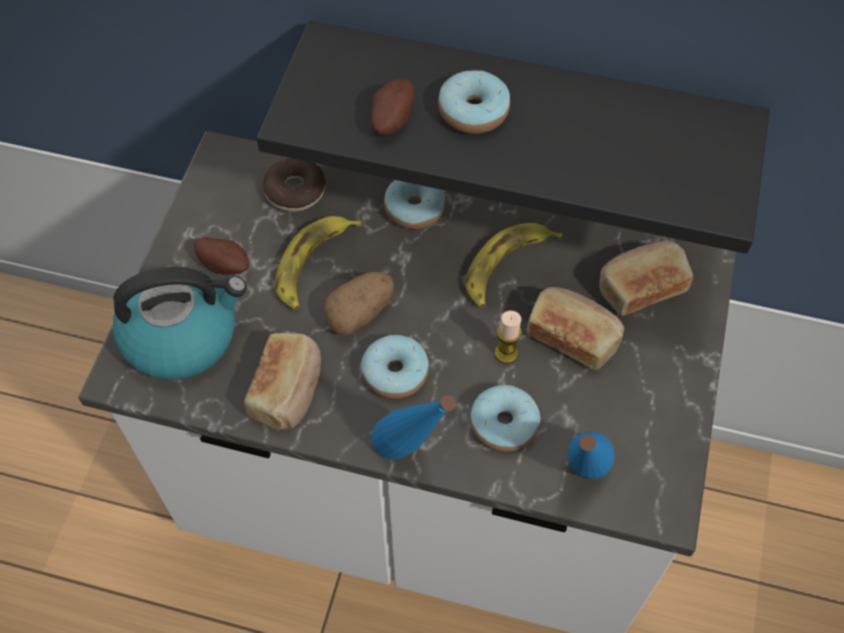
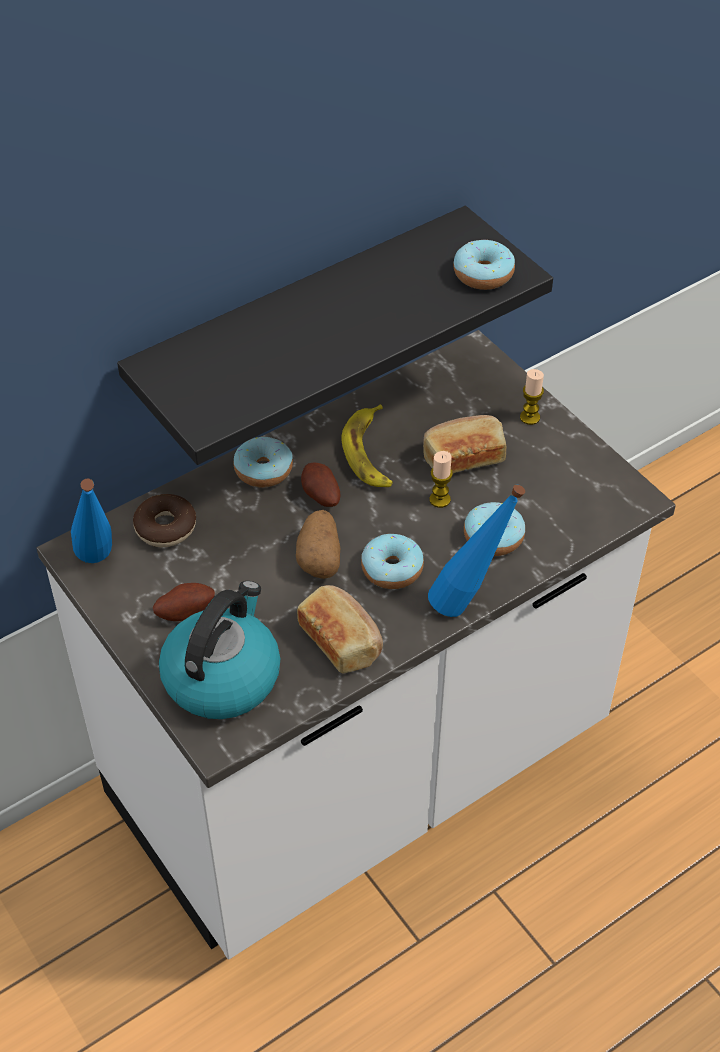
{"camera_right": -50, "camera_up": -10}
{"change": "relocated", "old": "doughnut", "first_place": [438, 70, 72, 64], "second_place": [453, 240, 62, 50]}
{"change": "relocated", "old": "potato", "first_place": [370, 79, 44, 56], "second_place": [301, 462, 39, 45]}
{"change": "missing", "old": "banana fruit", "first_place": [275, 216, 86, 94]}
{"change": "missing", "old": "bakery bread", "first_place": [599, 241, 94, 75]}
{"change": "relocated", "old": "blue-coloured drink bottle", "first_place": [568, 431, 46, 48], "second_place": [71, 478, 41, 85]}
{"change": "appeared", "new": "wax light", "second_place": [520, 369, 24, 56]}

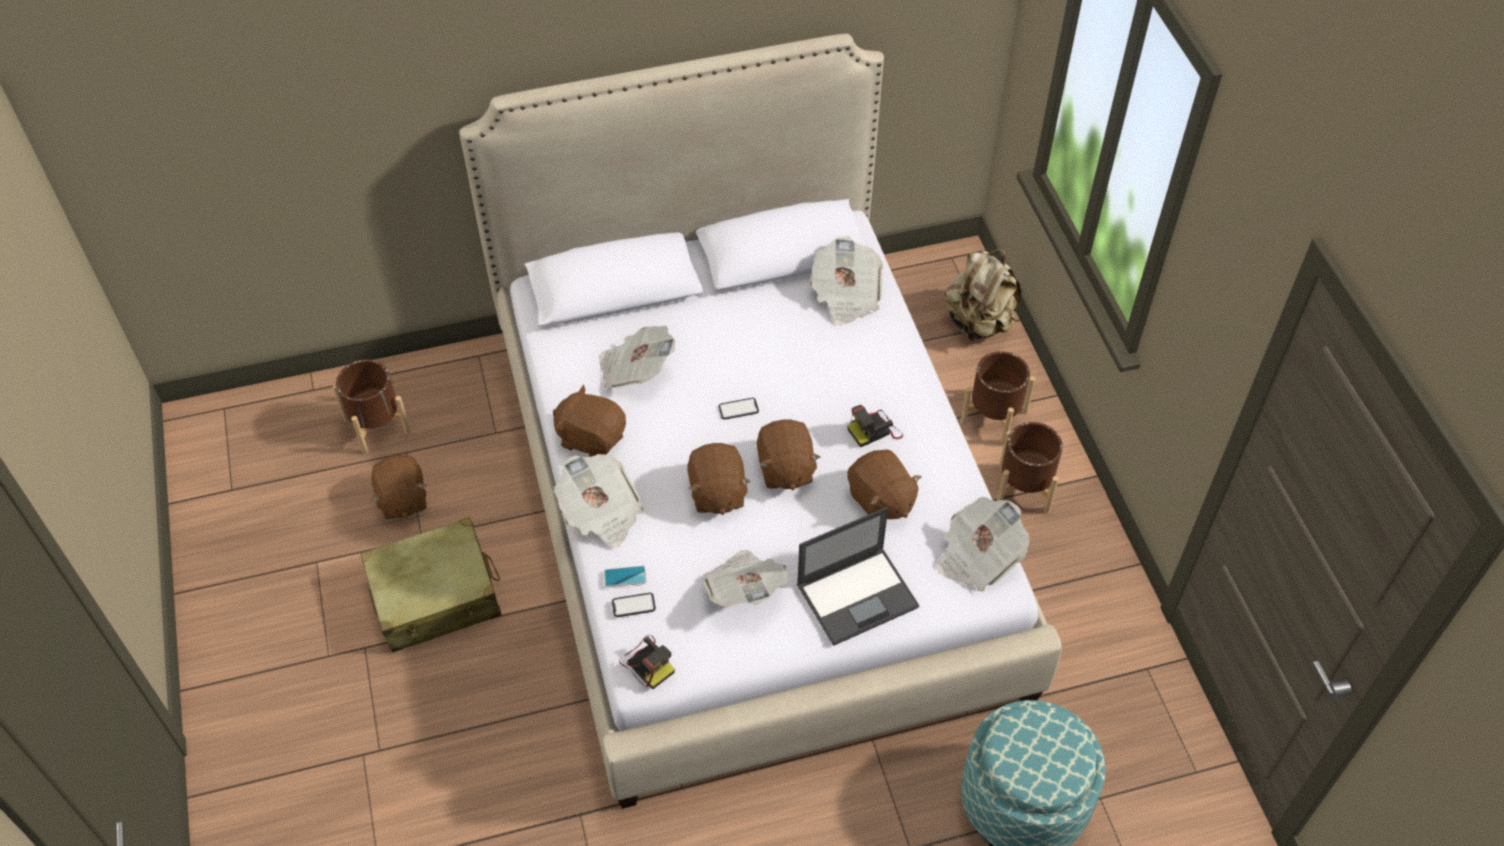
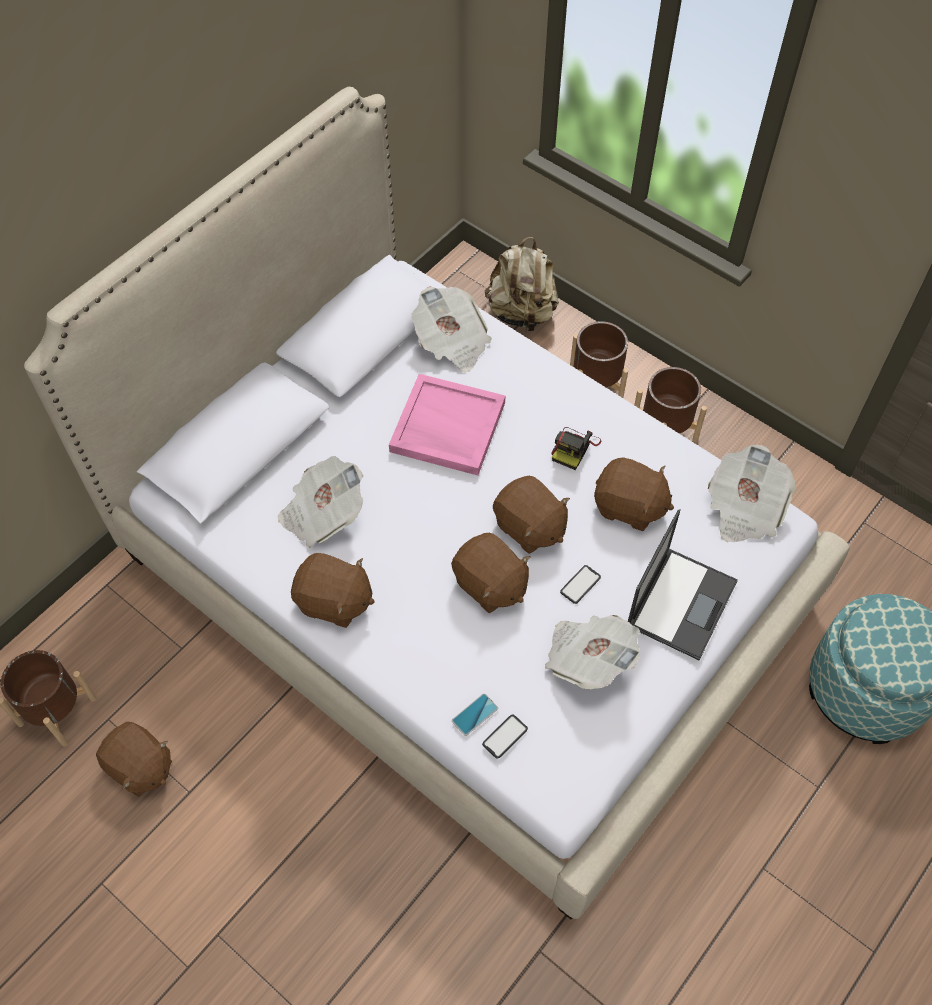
{"camera_right": -35, "camera_up": 5}
{"change": "spun", "old": "brownish soft toy", "first_place": [553, 385, 73, 72], "second_place": [291, 553, 84, 75], "degrees": -150}
{"change": "relocated", "old": "phone", "first_place": [718, 398, 41, 22], "second_place": [560, 565, 41, 39]}
{"change": "missing", "old": "newspaper", "first_place": [554, 454, 90, 94]}
{"change": "missing", "old": "beige-coloured travel case", "first_place": [361, 517, 140, 136]}
{"change": "missing", "old": "still camera", "first_place": [619, 635, 56, 54]}
{"change": "appeared", "new": "pinkish tray", "second_place": [389, 374, 116, 102]}

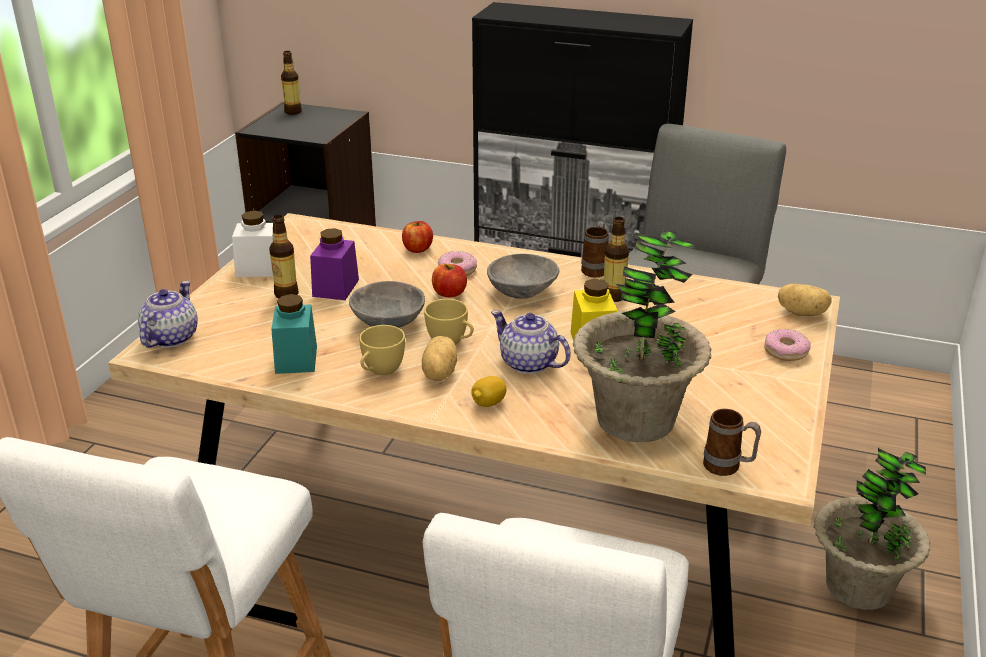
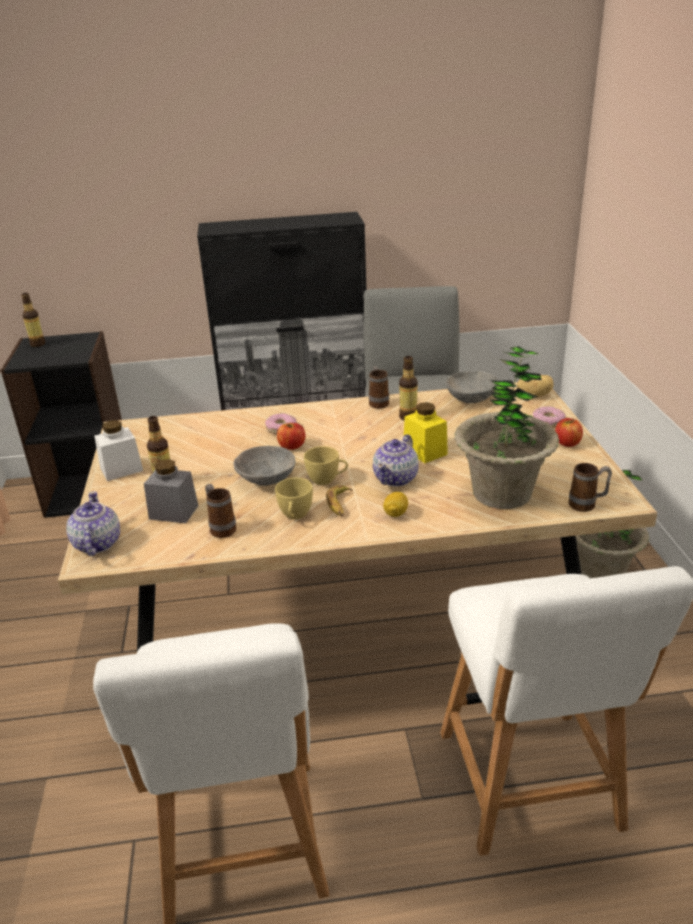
{"camera_right": -25, "camera_up": 0}
{"change": "relocated", "old": "whole apple", "first_place": [402, 221, 31, 32], "second_place": [555, 418, 28, 29]}
{"change": "missing", "old": "purple jar", "first_place": [310, 228, 49, 72]}
{"change": "relocated", "old": "gray serving bowl", "first_place": [487, 254, 72, 45], "second_place": [446, 371, 53, 32]}
{"change": "exchanged", "old": "turquoise jar", "new": "tea mug", "first_place": [271, 294, 46, 80], "second_place": [205, 484, 31, 54]}
{"change": "spun", "old": "teapot", "first_place": [491, 310, 80, 64], "second_place": [373, 434, 46, 53], "degrees": -75}
{"change": "exchanged", "old": "potato", "new": "banana fruit", "first_place": [422, 336, 35, 45], "second_place": [326, 485, 27, 32]}
{"change": "appeared", "new": "gray jar", "second_place": [144, 459, 55, 64]}

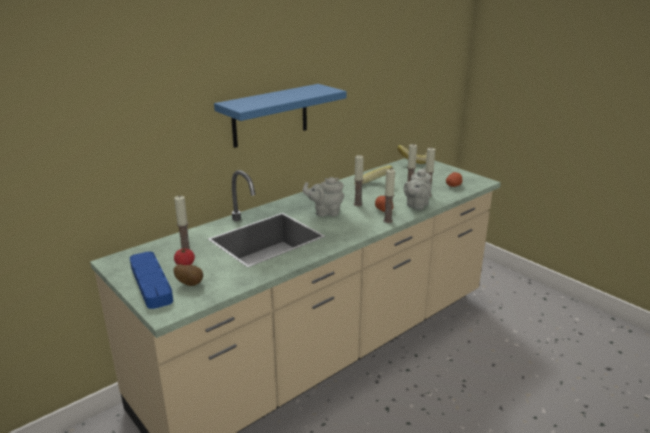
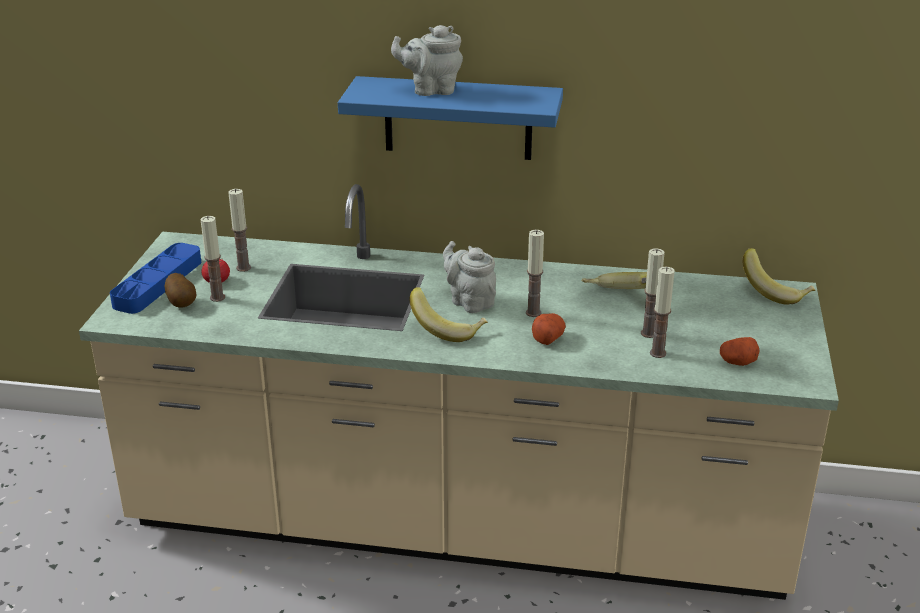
{"camera_right": 50, "camera_up": 5}
{"change": "relocated", "old": "gray teapot", "first_place": [404, 168, 27, 42], "second_place": [391, 25, 72, 71]}
{"change": "relocated", "old": "wax light", "first_place": [383, 169, 12, 54], "second_place": [201, 216, 24, 86]}
{"change": "appeared", "new": "banana fruit", "second_place": [409, 287, 79, 55]}

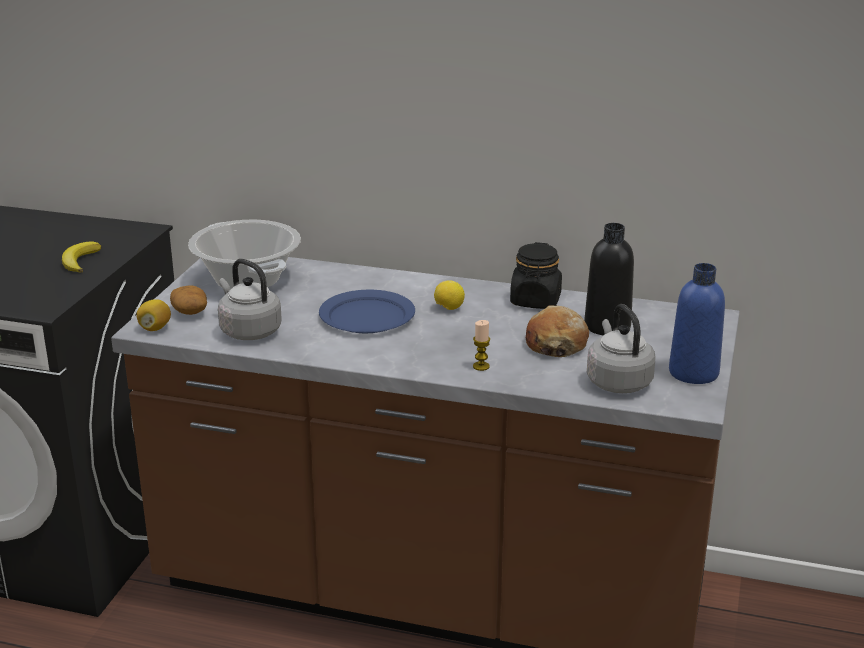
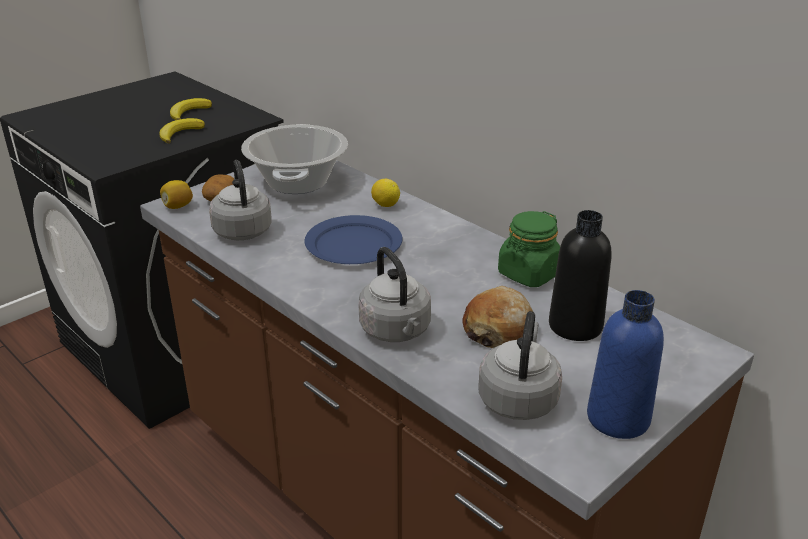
{"camera_right": 30, "camera_up": 5}
{"change": "colour", "old": "black jar", "new": "greenish jar", "first_place": [510, 242, 52, 67], "second_place": [498, 211, 62, 76]}
{"change": "relocated", "old": "whole lemon", "first_place": [434, 280, 31, 30], "second_place": [371, 179, 29, 28]}
{"change": "exchanged", "old": "wax light", "new": "gray kettle", "first_place": [473, 320, 17, 51], "second_place": [358, 247, 73, 95]}
{"change": "appeared", "new": "banana fruit", "second_place": [170, 98, 42, 22]}

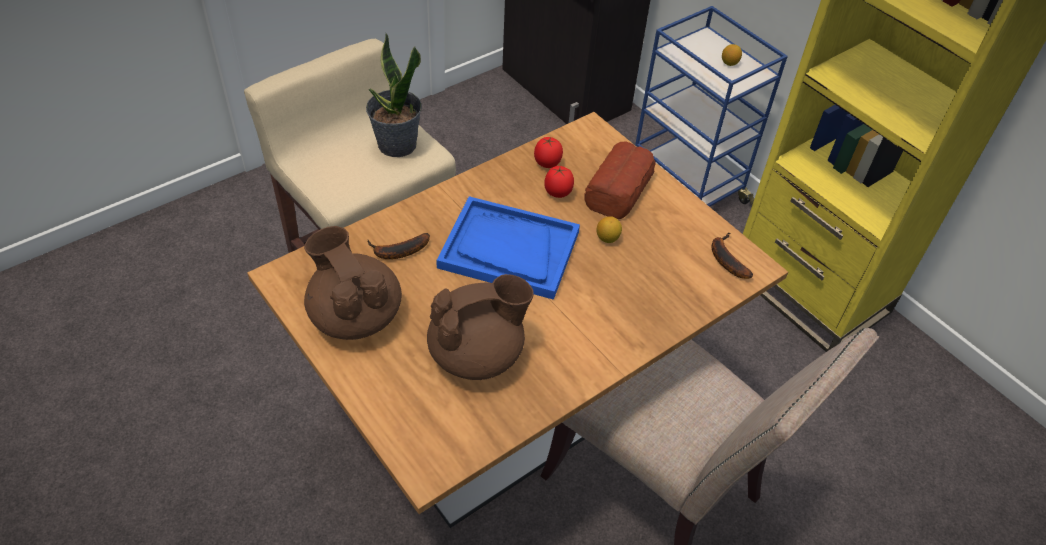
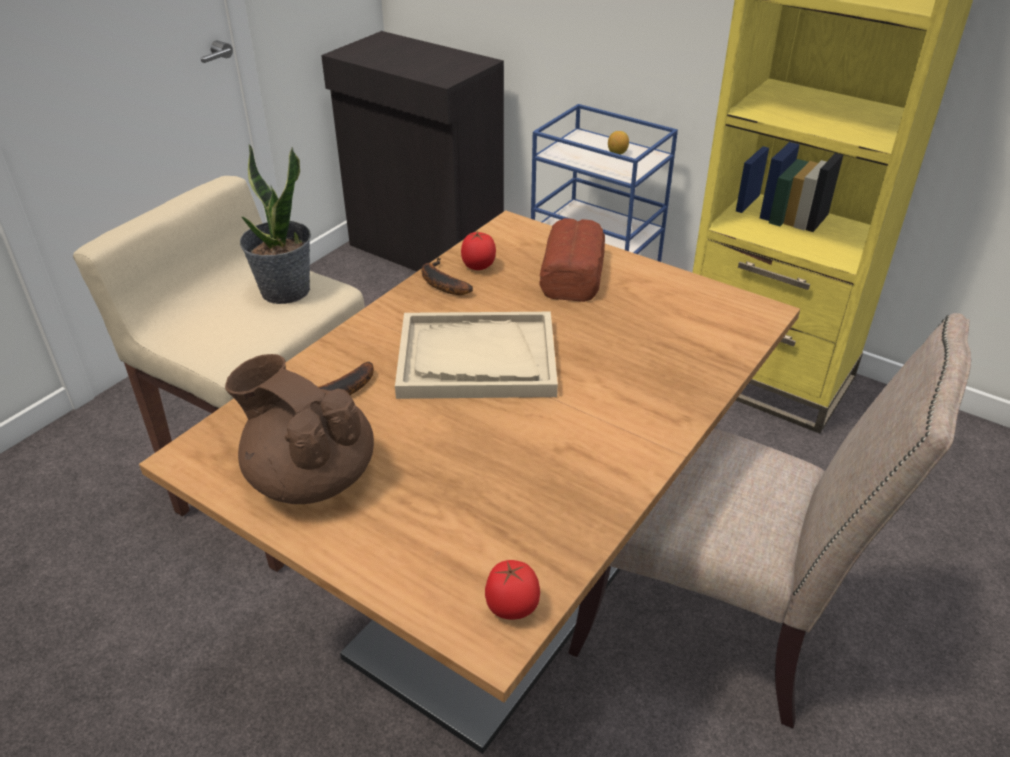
{"camera_right": -15, "camera_up": -10}
{"change": "relocated", "old": "whole tomato", "first_place": [544, 166, 30, 32], "second_place": [485, 560, 55, 60]}
{"change": "colour", "old": "blue-coloured tray", "new": "beige-coloured tray", "first_place": [436, 196, 144, 104], "second_place": [395, 312, 163, 87]}
{"change": "missing", "old": "whole lemon", "first_place": [597, 216, 25, 27]}
{"change": "relocated", "old": "banana fruit", "first_place": [712, 232, 41, 47], "second_place": [422, 258, 51, 37]}
{"change": "missing", "old": "brownish teapot", "first_place": [427, 274, 107, 106]}

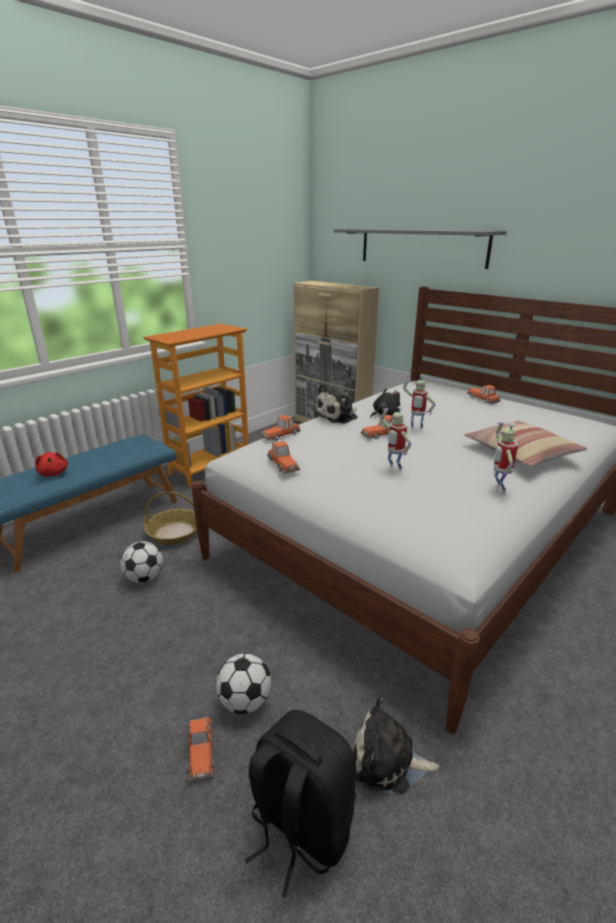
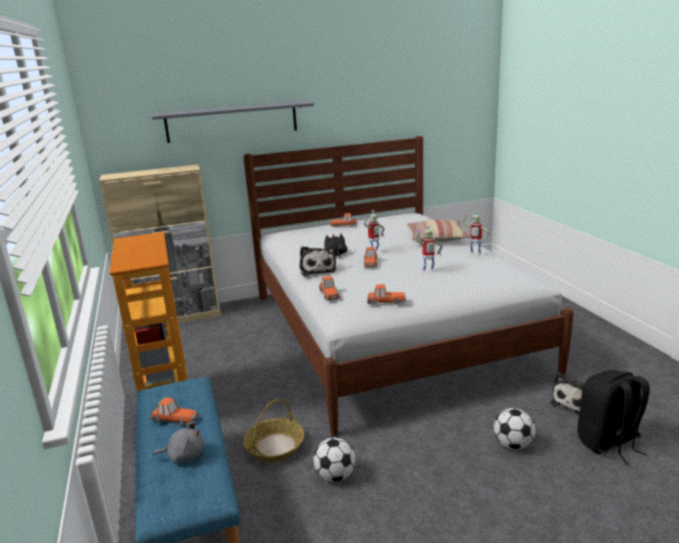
{"camera_right": -60, "camera_up": -5}
{"change": "colour", "old": "red soft toy", "new": "gray soft toy", "first_place": [35, 452, 33, 24], "second_place": [153, 422, 51, 42]}
{"change": "relocated", "old": "toy car", "first_place": [188, 717, 26, 66], "second_place": [151, 398, 49, 28]}

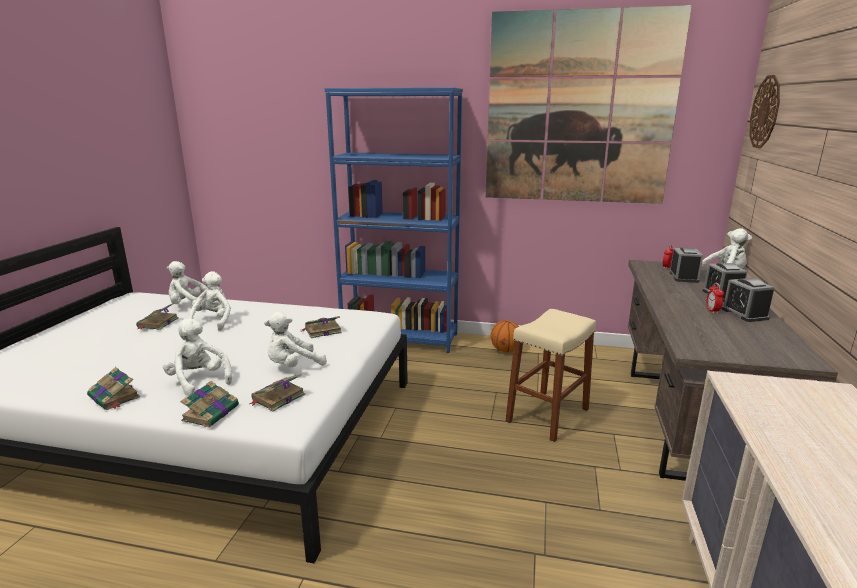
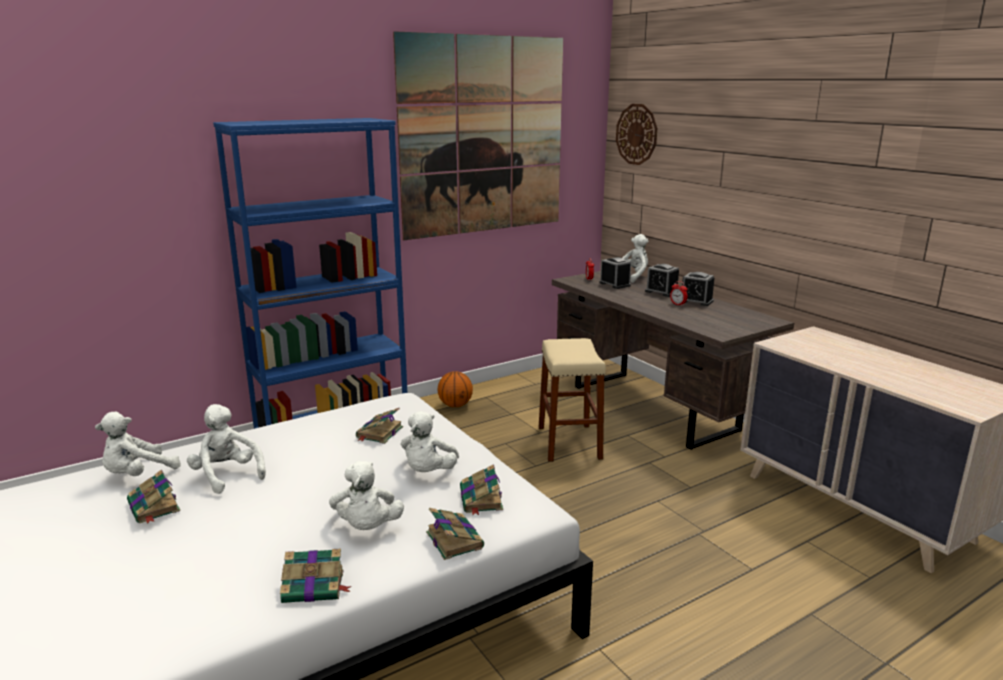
{"camera_right": -45, "camera_up": 0}
{"change": "spun", "old": "white soft toy", "first_place": [163, 319, 69, 77], "second_place": [329, 461, 75, 69], "degrees": -105}

